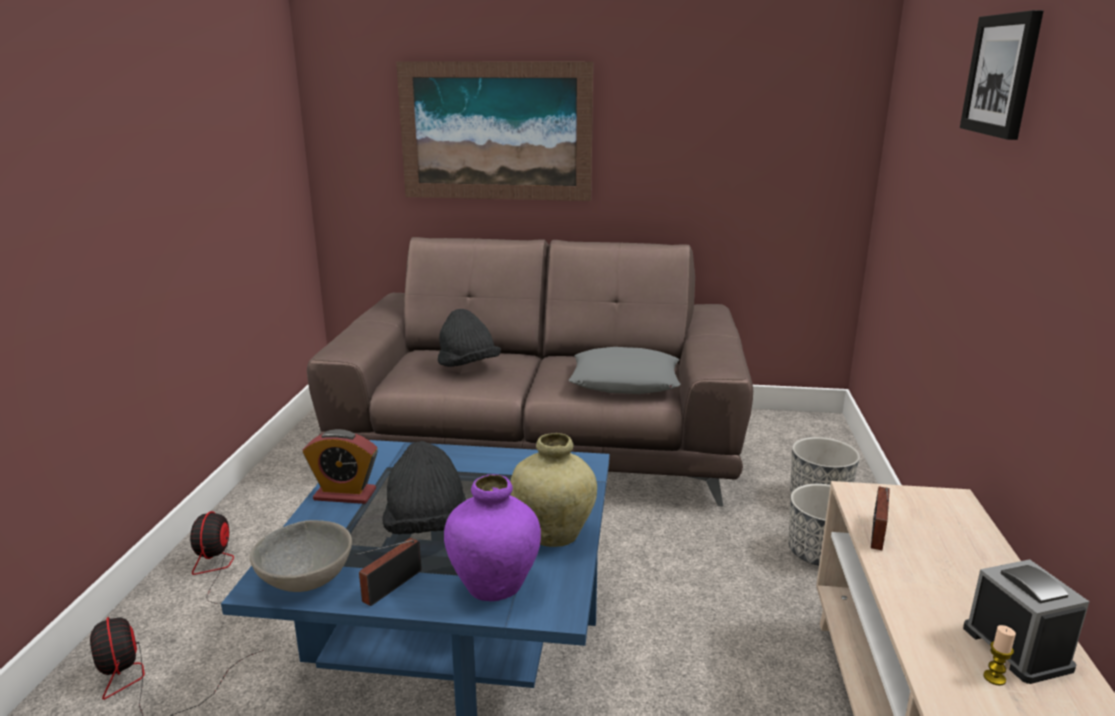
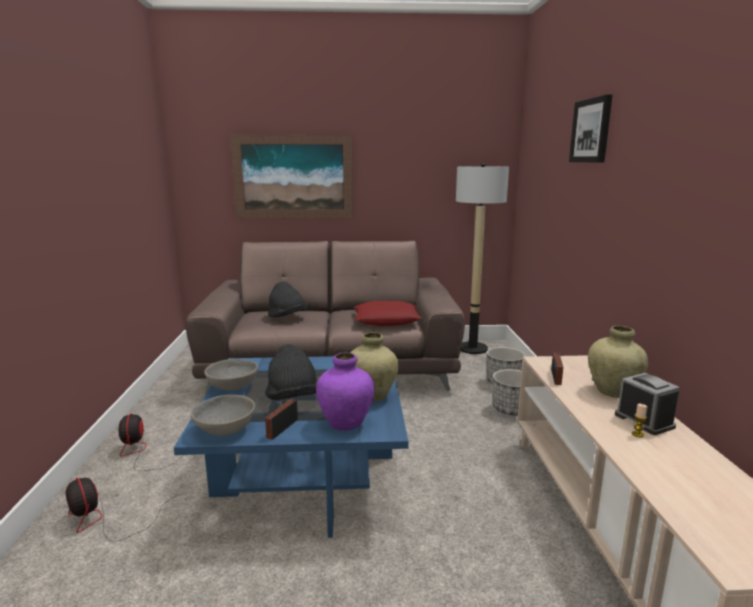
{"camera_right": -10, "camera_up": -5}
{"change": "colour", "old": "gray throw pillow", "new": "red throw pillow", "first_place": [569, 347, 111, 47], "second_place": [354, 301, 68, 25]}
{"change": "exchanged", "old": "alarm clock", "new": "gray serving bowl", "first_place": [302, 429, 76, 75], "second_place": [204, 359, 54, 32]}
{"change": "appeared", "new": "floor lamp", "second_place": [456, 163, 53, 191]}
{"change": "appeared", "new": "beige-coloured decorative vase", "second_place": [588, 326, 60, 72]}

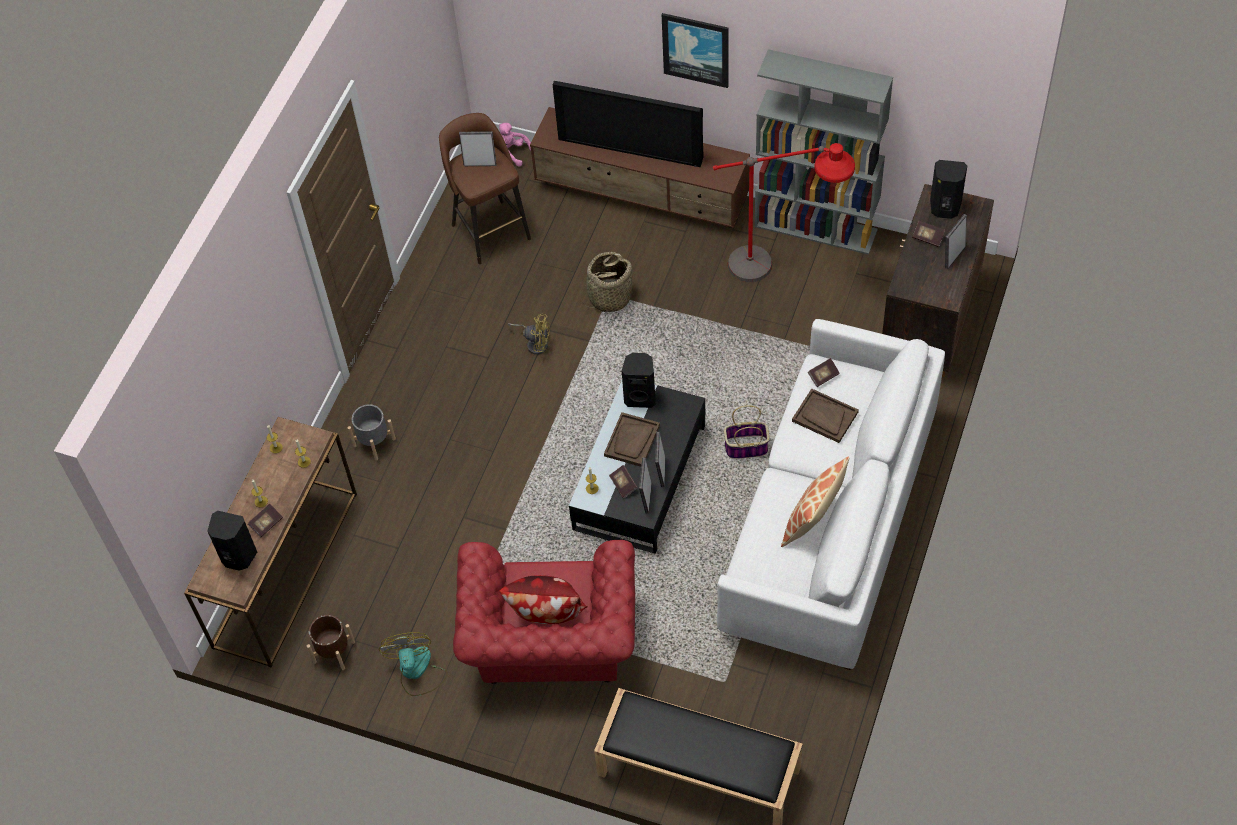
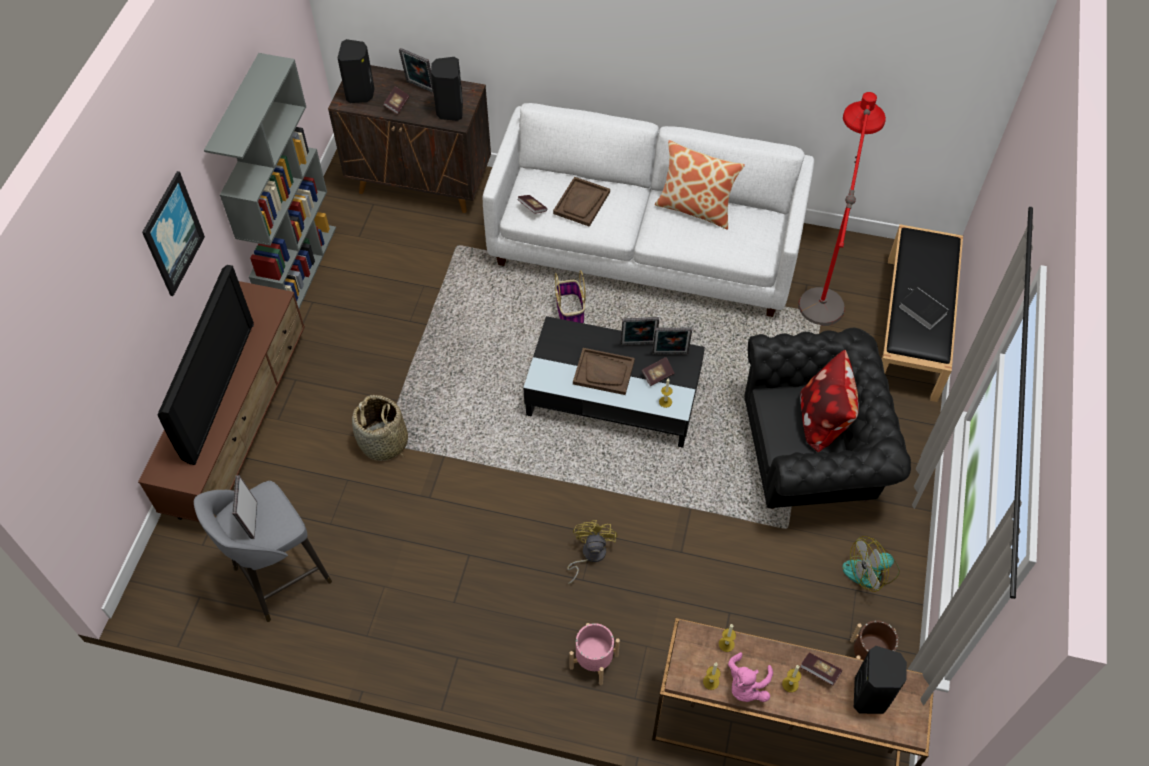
{"camera_right": -100, "camera_up": 0}
{"change": "colour", "old": "brownish stool seat", "new": "gray stool seat", "first_place": [439, 113, 92, 151], "second_place": [194, 481, 138, 141]}
{"change": "relocated", "old": "pinkish soft toy", "first_place": [499, 123, 32, 43], "second_place": [728, 652, 45, 50]}
{"change": "relocated", "old": "red floor lamp", "first_place": [713, 143, 142, 139], "second_place": [798, 92, 88, 234]}
{"change": "relocated", "old": "yellow-coloured cooling fan", "first_place": [508, 313, 42, 42], "second_place": [567, 520, 50, 64]}
{"change": "relocated", "old": "black speaker", "first_place": [622, 353, 34, 55], "second_place": [431, 57, 32, 64]}
{"change": "colour", "old": "gray flower pot", "new": "pinkish flower pot", "first_place": [348, 404, 48, 56], "second_place": [569, 623, 51, 62]}
{"change": "colour", "old": "red lounge chair", "new": "black lounge chair", "first_place": [453, 540, 182, 144], "second_place": [744, 327, 167, 182]}
{"change": "appeared", "new": "bound book", "second_place": [899, 287, 50, 42]}

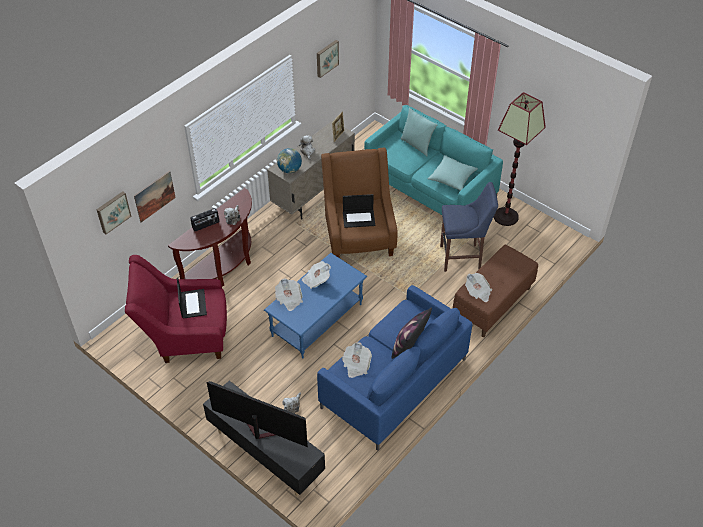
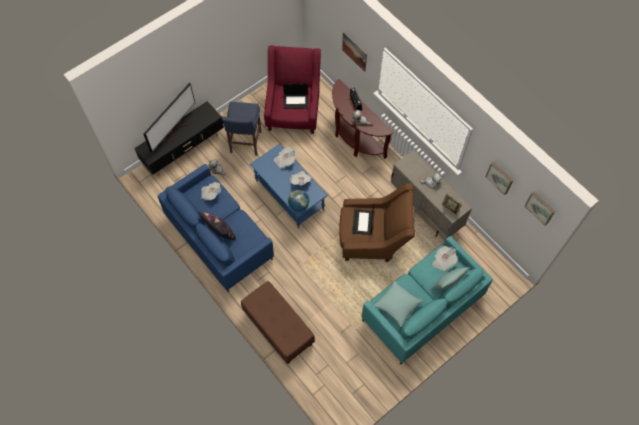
{"camera_right": 100, "camera_up": 15}
{"change": "missing", "old": "floor lamp", "first_place": [494, 92, 52, 134]}
{"change": "relocated", "old": "globe", "first_place": [277, 148, 25, 25], "second_place": [288, 190, 21, 21]}
{"change": "relocated", "old": "blue-coloured stool seat", "first_place": [440, 182, 58, 90], "second_place": [222, 102, 39, 54]}
{"change": "relocated", "old": "wall picture", "first_place": [96, 191, 36, 43], "second_place": [525, 192, 30, 34]}
{"change": "relocated", "old": "newspaper", "first_place": [465, 273, 27, 29], "second_place": [432, 246, 26, 26]}

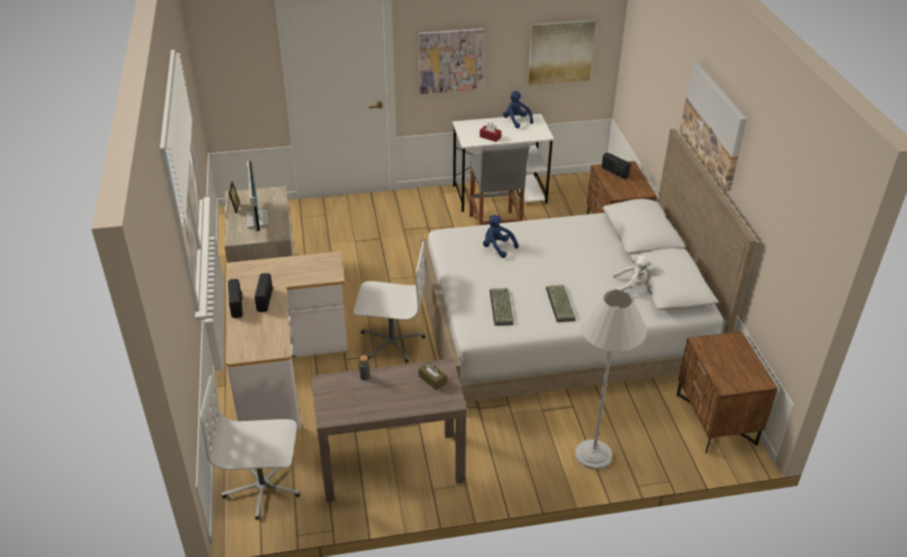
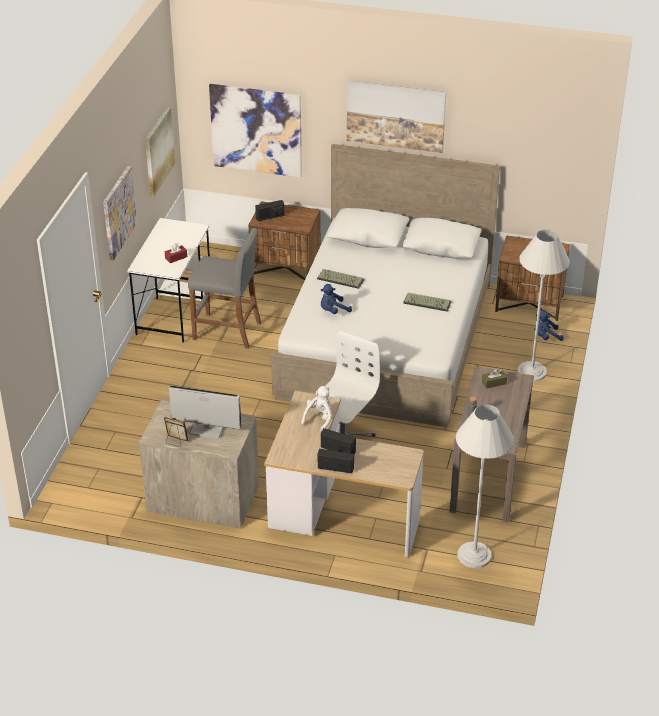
{"camera_right": -65, "camera_up": 0}
{"change": "relocated", "old": "blue-coloured soft toy", "first_place": [503, 91, 31, 37], "second_place": [534, 311, 30, 30]}
{"change": "relocated", "old": "white soft toy", "first_place": [613, 256, 38, 35], "second_place": [301, 386, 31, 46]}
{"change": "relocated", "old": "keyboard", "first_place": [490, 288, 24, 38], "second_place": [317, 269, 47, 20]}
{"change": "exchanged", "old": "white office chair", "new": "white floor lamp", "first_place": [200, 375, 100, 145], "second_place": [456, 405, 58, 163]}
{"change": "appeared", "new": "wall picture", "second_place": [209, 84, 93, 94]}

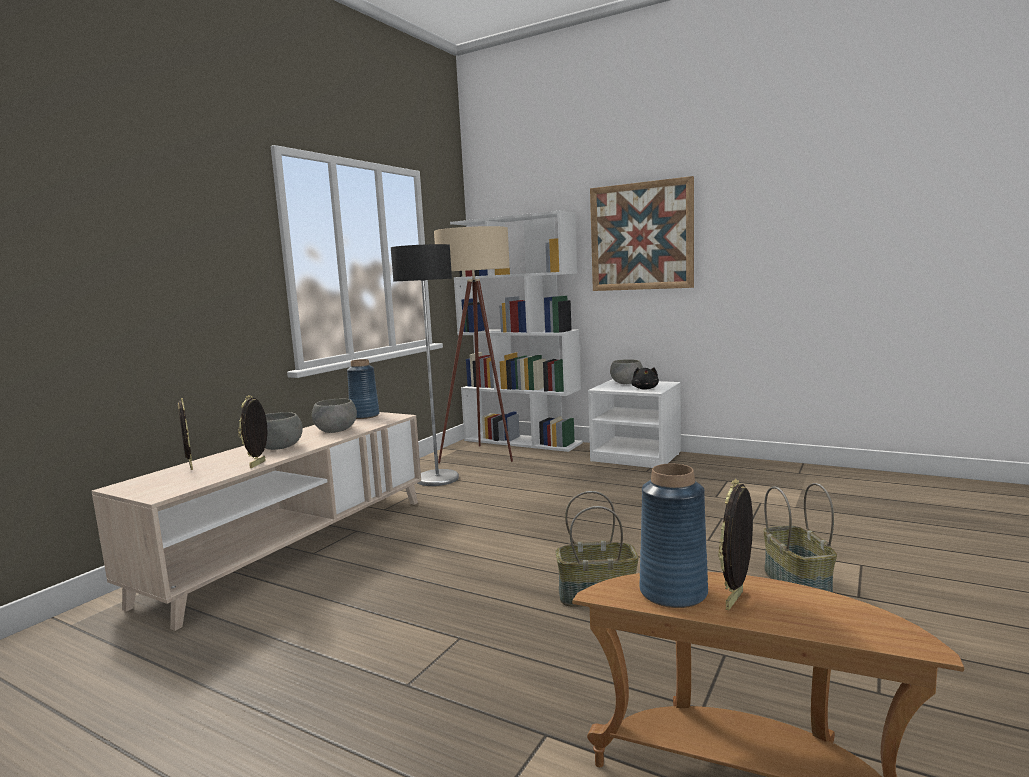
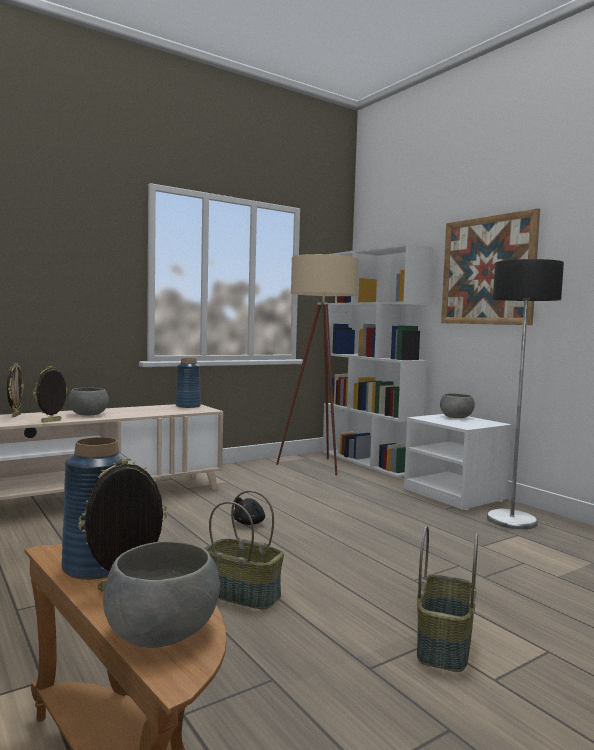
{"camera_right": 25, "camera_up": -5}
{"change": "relocated", "old": "floor lamp", "first_place": [391, 244, 68, 242], "second_place": [487, 259, 77, 270]}
{"change": "relocated", "old": "black soft toy", "first_place": [631, 367, 28, 23], "second_place": [233, 497, 32, 28]}
{"change": "relocated", "old": "gray serving bowl", "first_place": [312, 399, 45, 34], "second_place": [103, 541, 117, 107]}

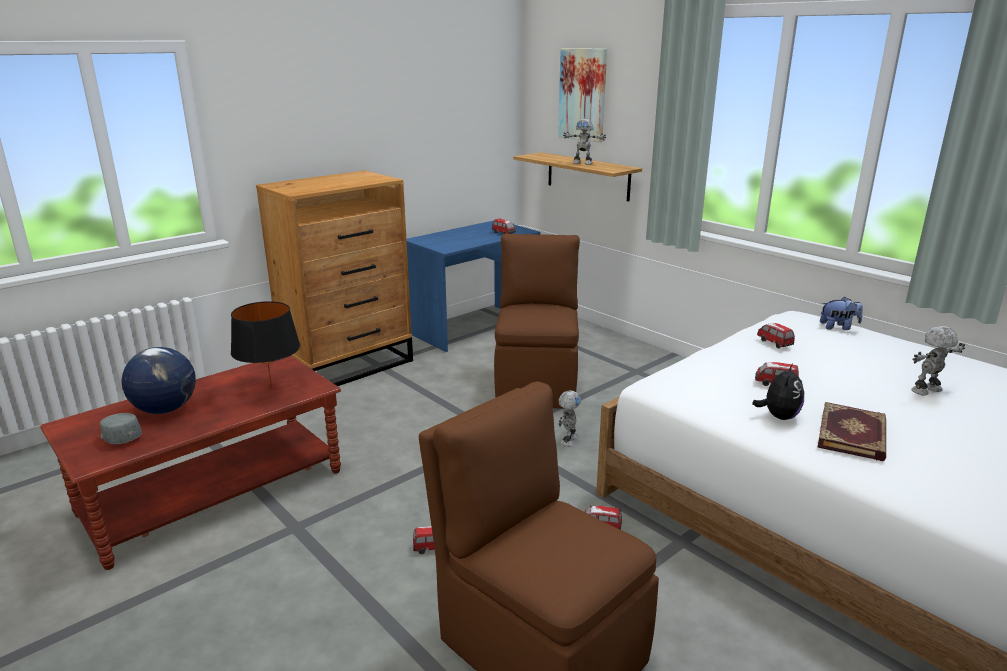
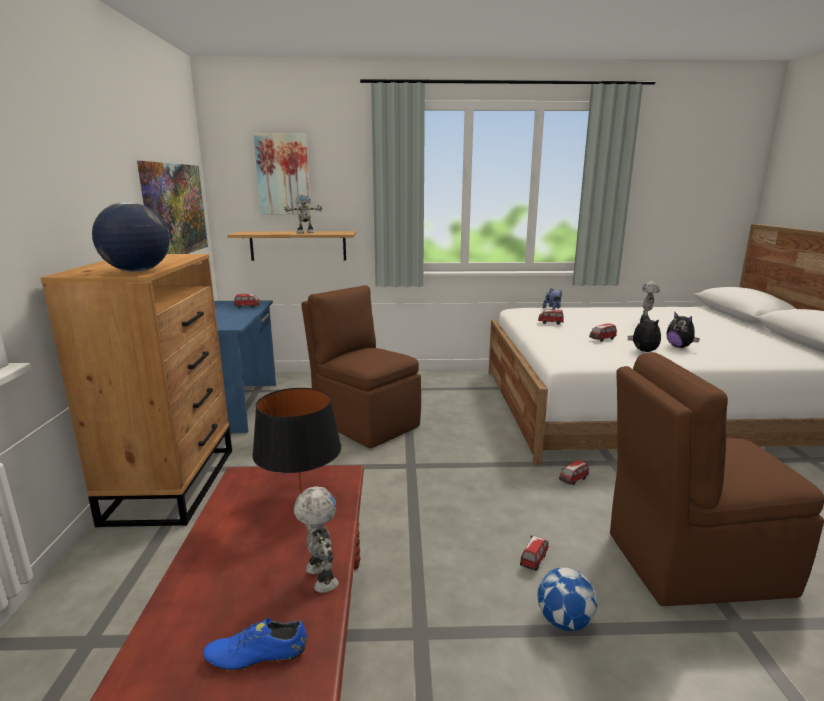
{"camera_right": -50, "camera_up": -5}
{"change": "relocated", "old": "globe", "first_place": [121, 347, 75, 67], "second_place": [92, 202, 78, 70]}
{"change": "relocated", "old": "robot figure", "first_place": [559, 390, 22, 57], "second_place": [294, 486, 44, 107]}
{"change": "exchanged", "old": "bound book", "new": "soft toy", "first_place": [818, 402, 68, 59], "second_place": [666, 312, 34, 36]}
{"change": "exchanged", "old": "gray peaked cap", "new": "blue-coloured low shoe", "first_place": [100, 413, 42, 31], "second_place": [203, 618, 104, 53]}
{"change": "appeared", "new": "wall picture", "second_place": [137, 161, 71, 93]}
{"change": "appeared", "new": "football ball", "second_place": [538, 567, 60, 64]}

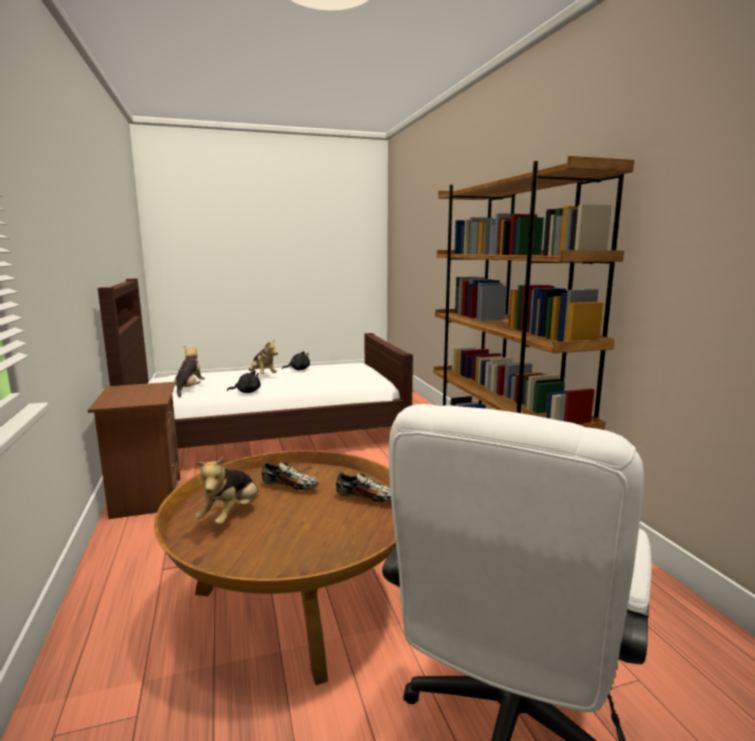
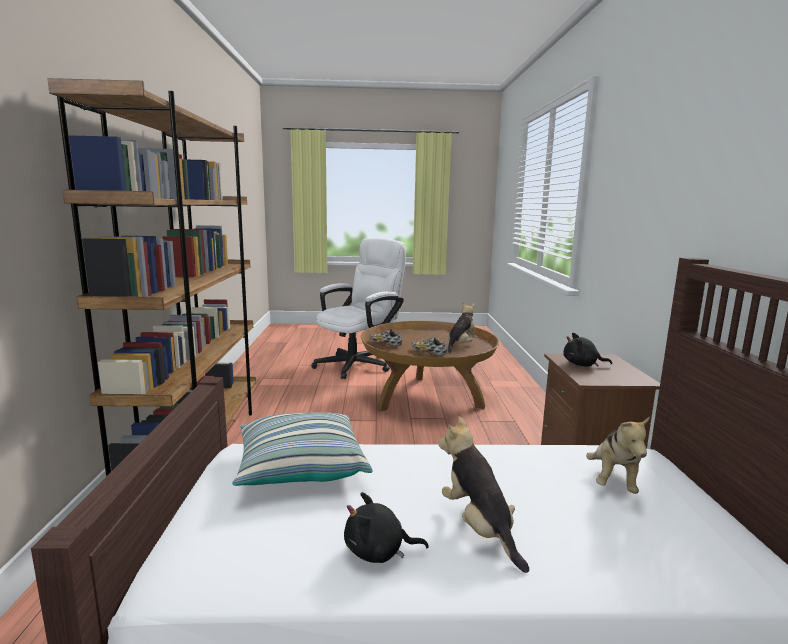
{"camera_right": -165, "camera_up": 0}
{"change": "relocated", "old": "black soft toy", "first_place": [227, 370, 34, 23], "second_place": [564, 333, 48, 34]}
{"change": "appeared", "new": "throw pillow", "second_place": [232, 412, 140, 74]}

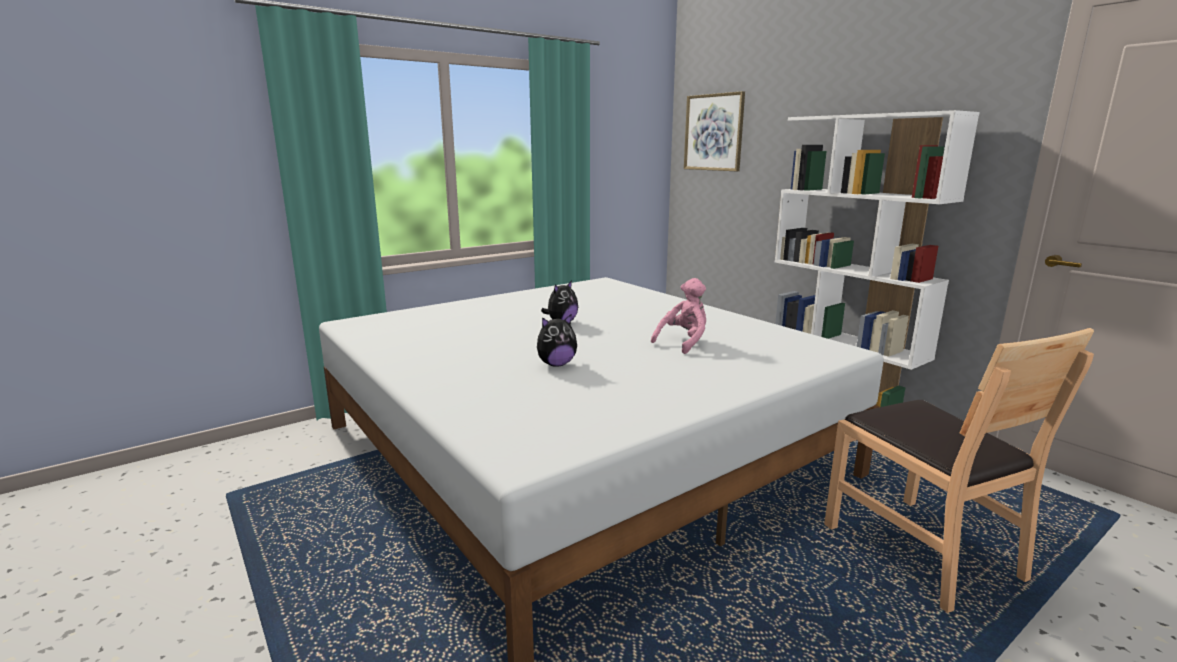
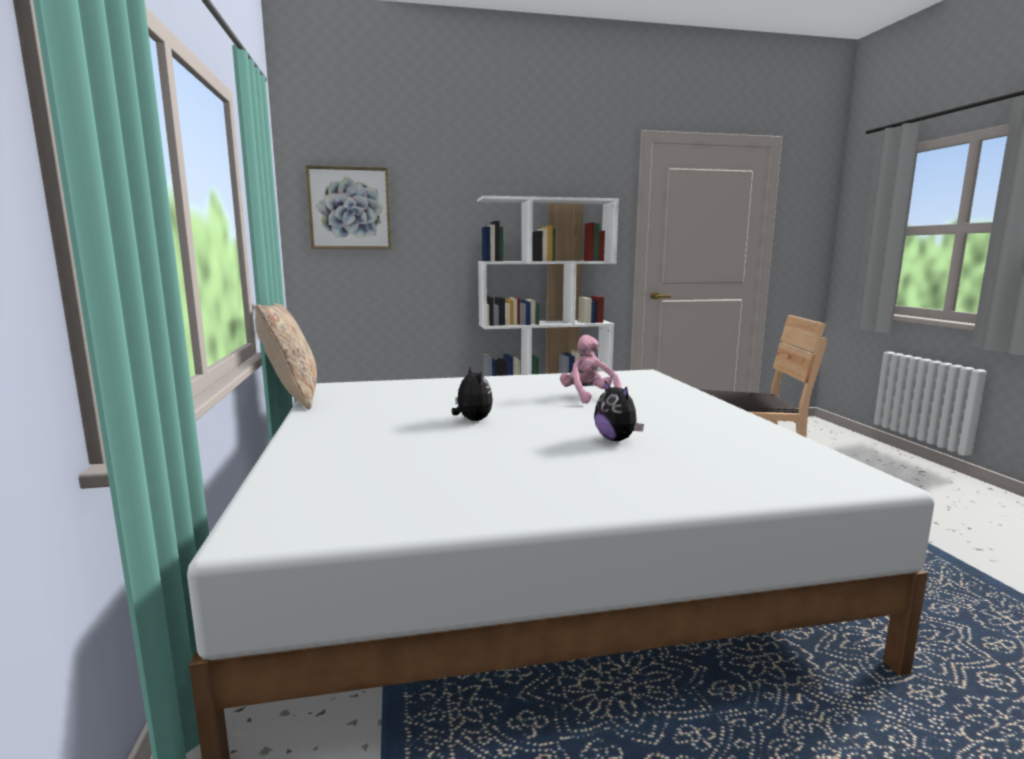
{"camera_right": -65, "camera_up": -5}
{"change": "spun", "old": "soft toy", "first_place": [537, 315, 40, 52], "second_place": [594, 380, 50, 61], "degrees": 150}
{"change": "appeared", "new": "beige-coloured throw pillow", "second_place": [255, 303, 62, 107]}

